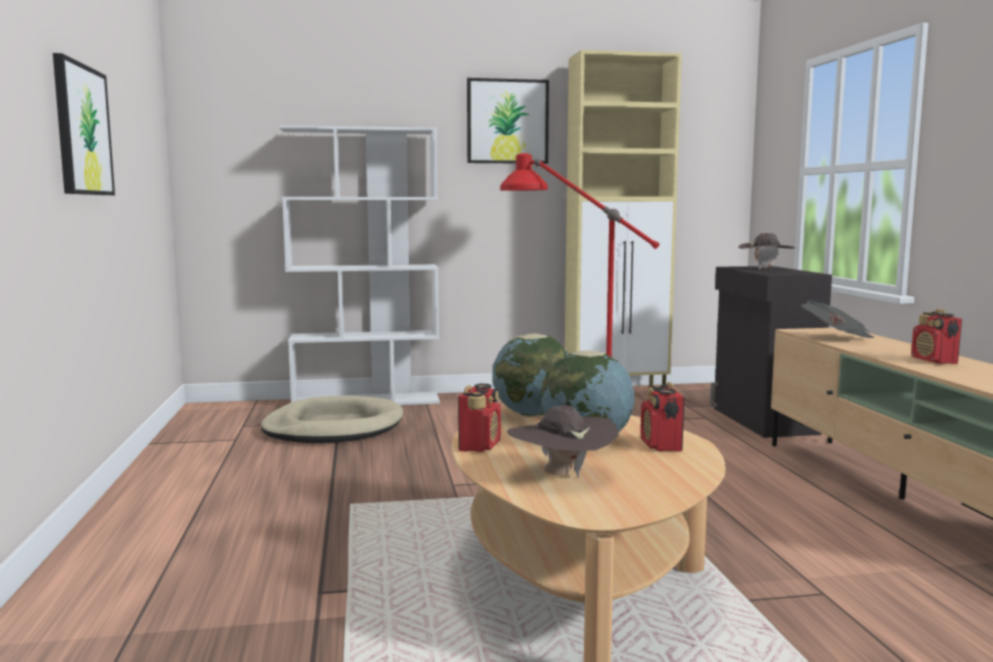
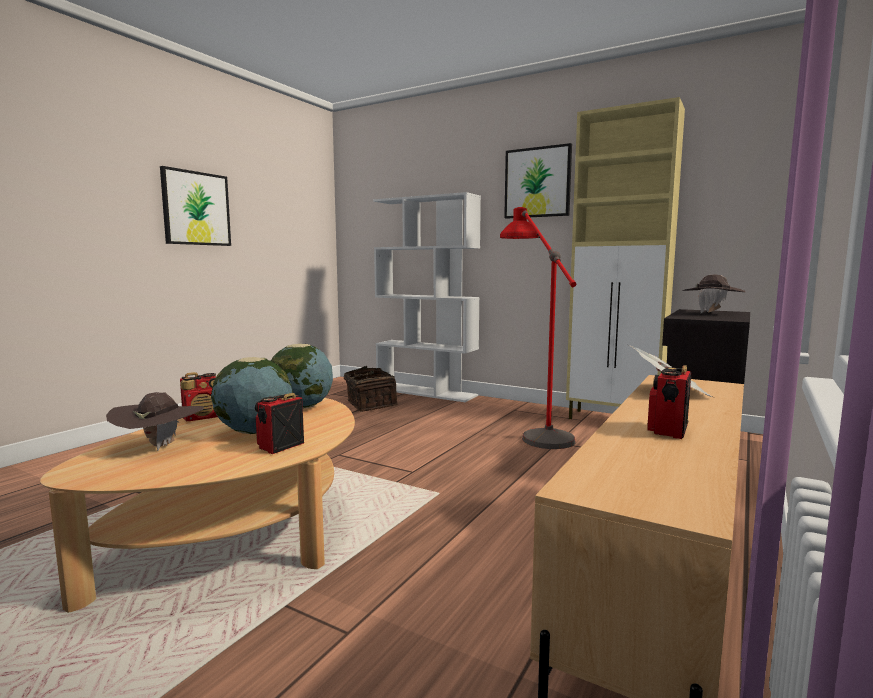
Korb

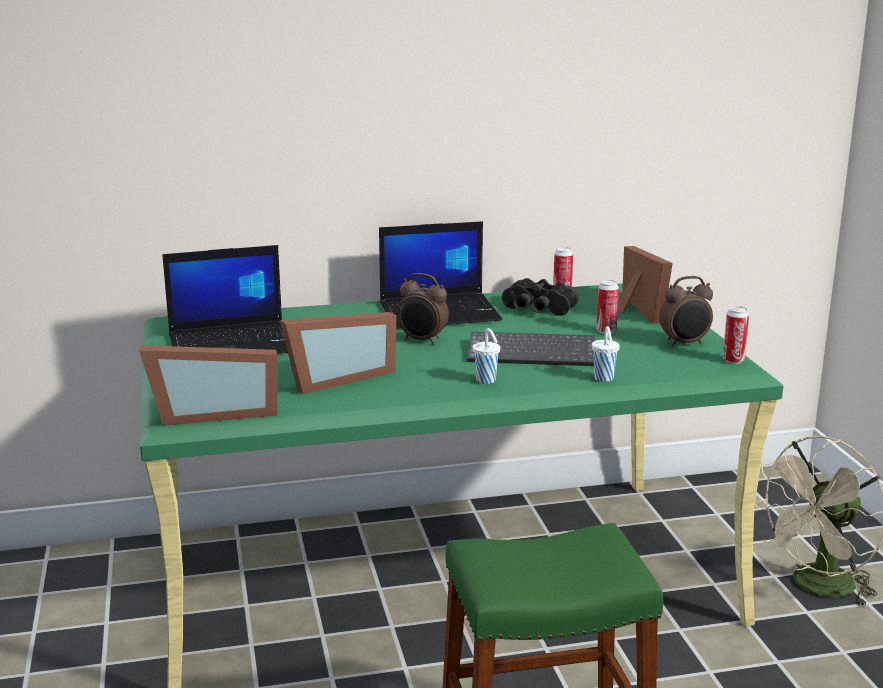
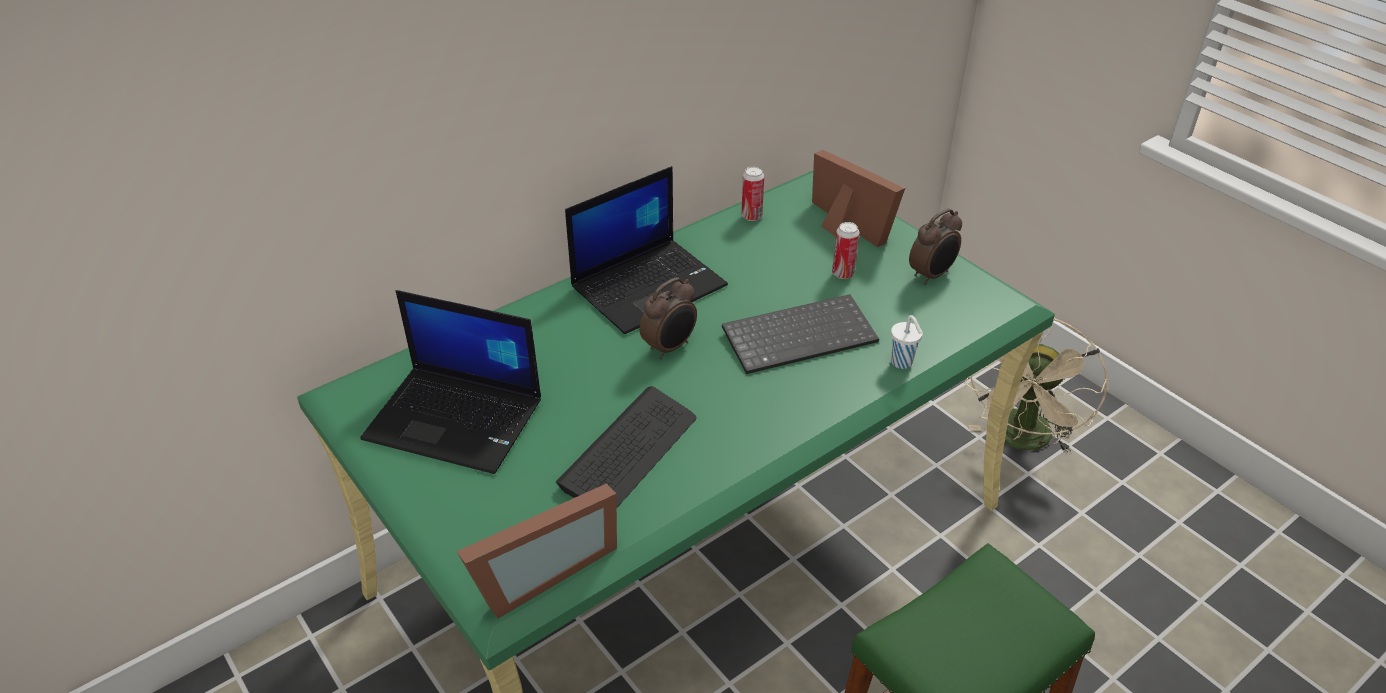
Tasse [weiß] (1st from left in the first image); Fernglas [schwarz]; Dose (3rd from left in the first image); Tastatur (1st from left); Laptop (1st from left); Wecker (1st from left)

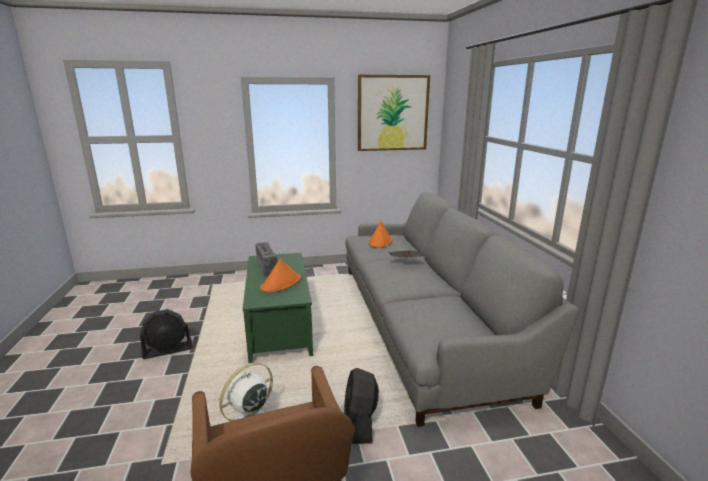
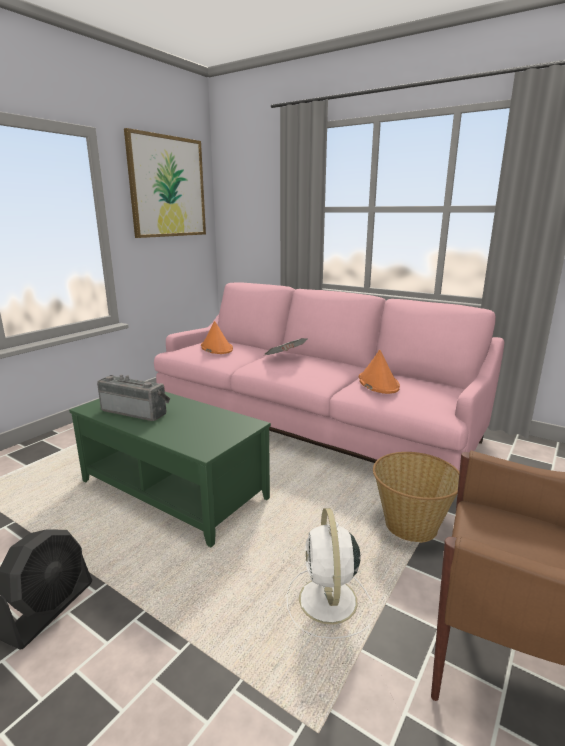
Hut [orange] (2nd from left); Korb; Sofa [rosa]

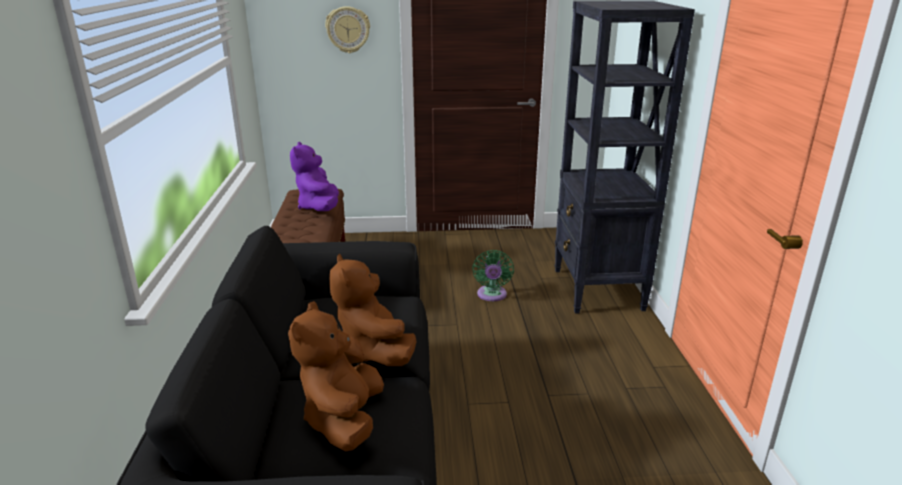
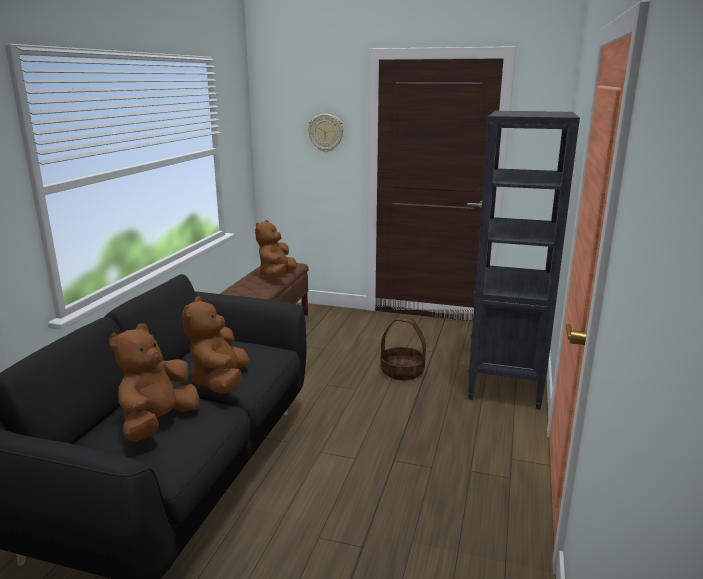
Korb; Plüschtier [braun] (3rd from left)

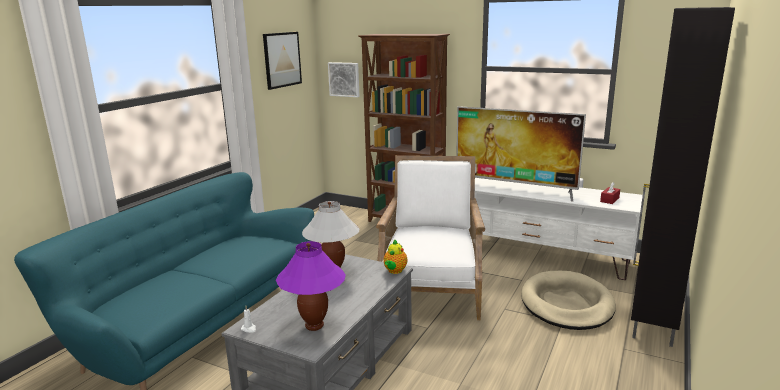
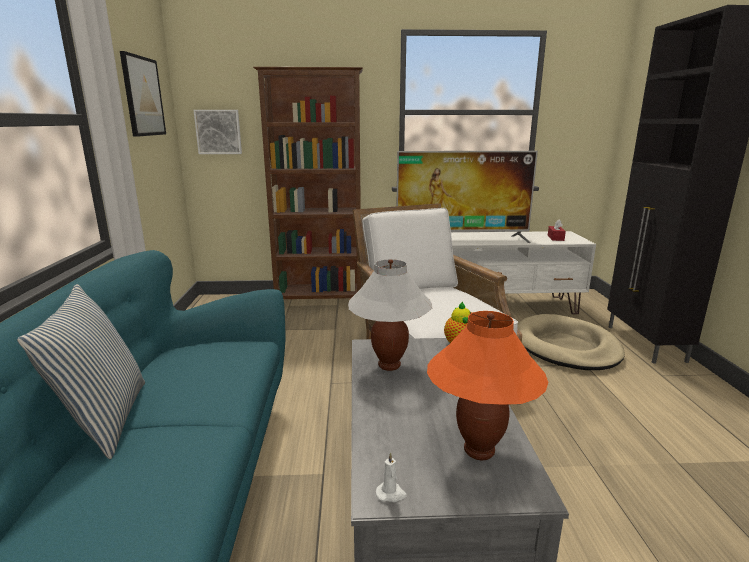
Kissen; Tischlampe [orange]

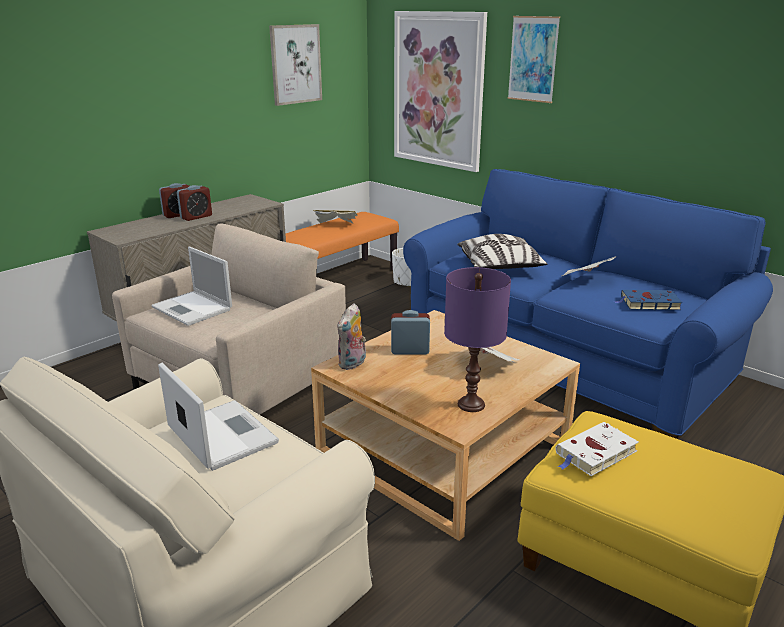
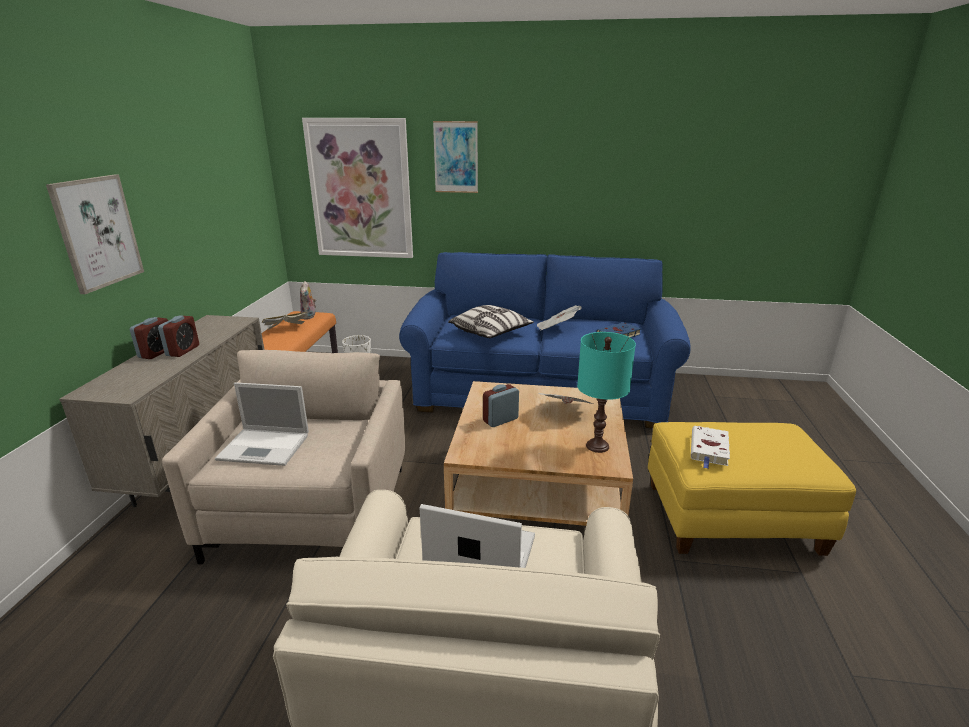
Bild (1st from left); Plüschtier; Tischlampe [türkis]

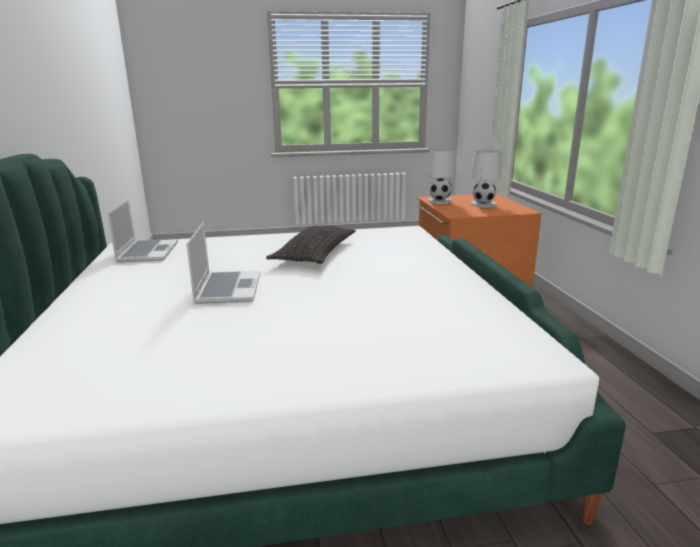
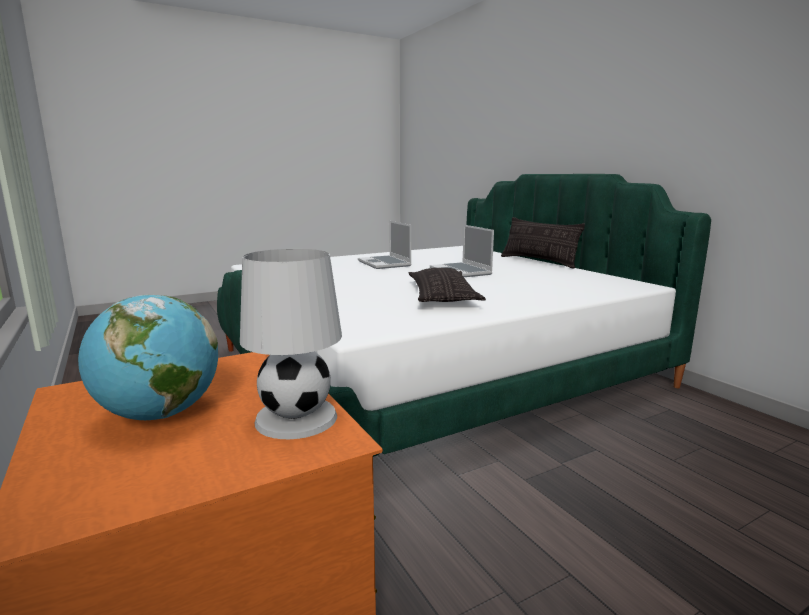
Kissen (2nd from left); Laptop (1st from left); Globus

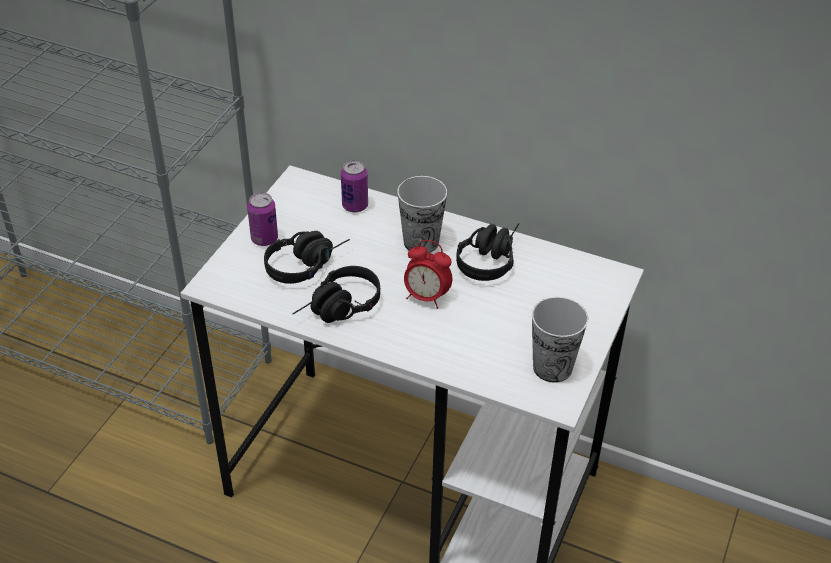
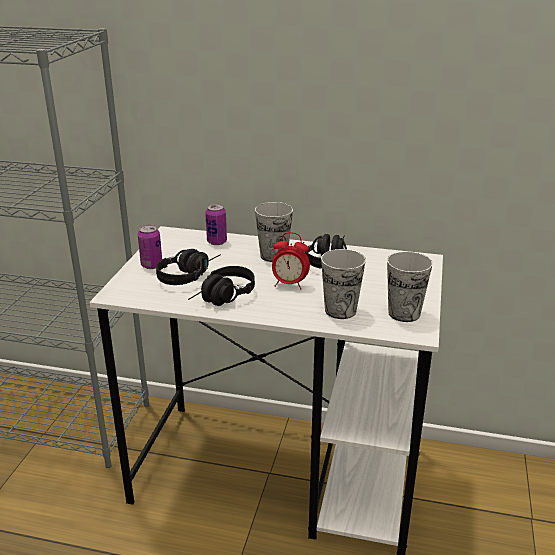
Tasse (2nd from left)

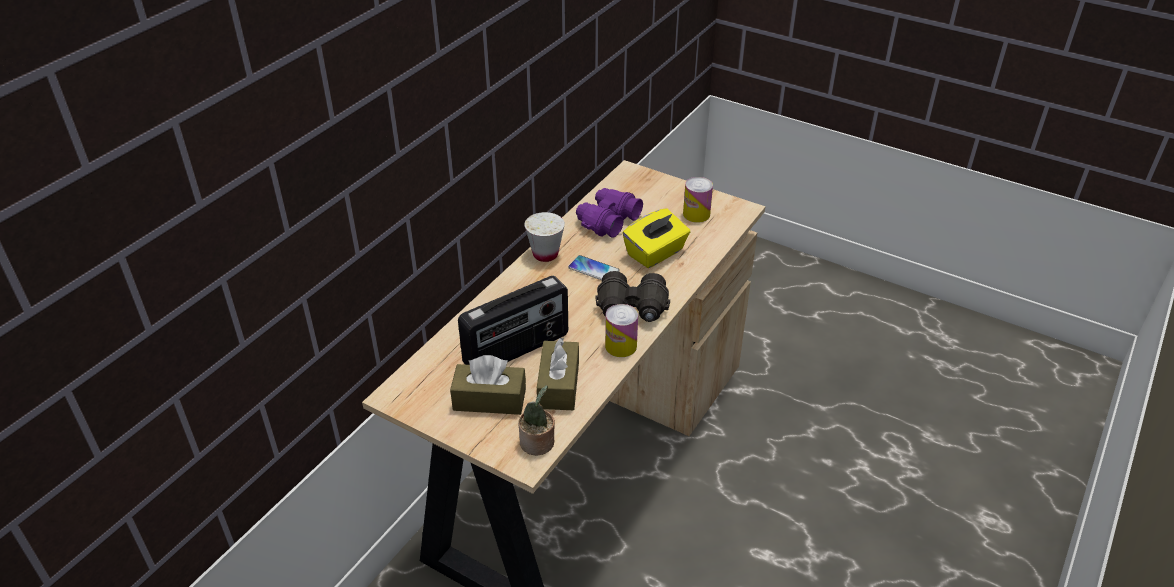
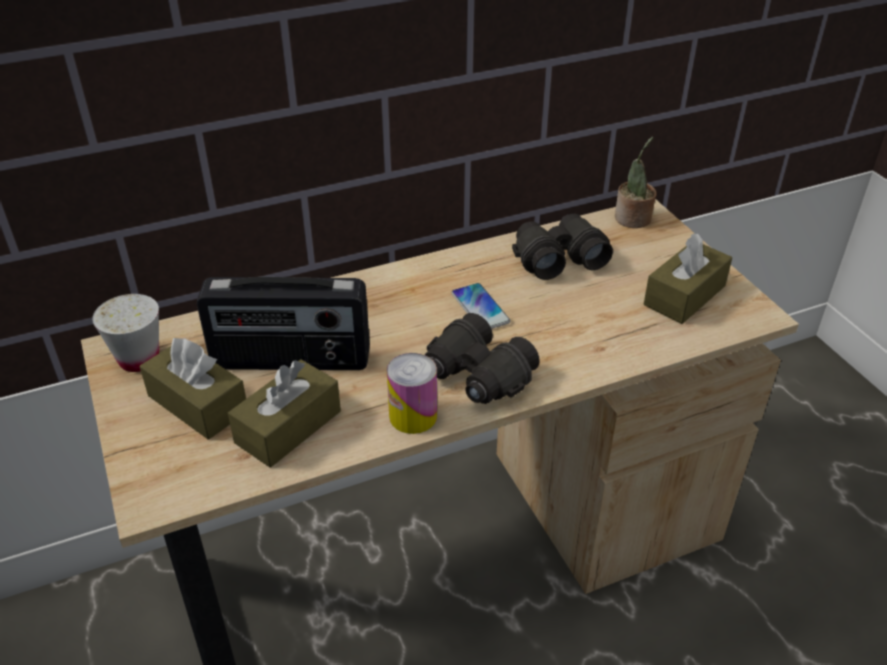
Taschentuchbox [gelb]; Topfpflanze; Tasse [weiß]; Taschentuchbox [braun] (3rd from left); Fernglas [schwarz] (2nd from left)

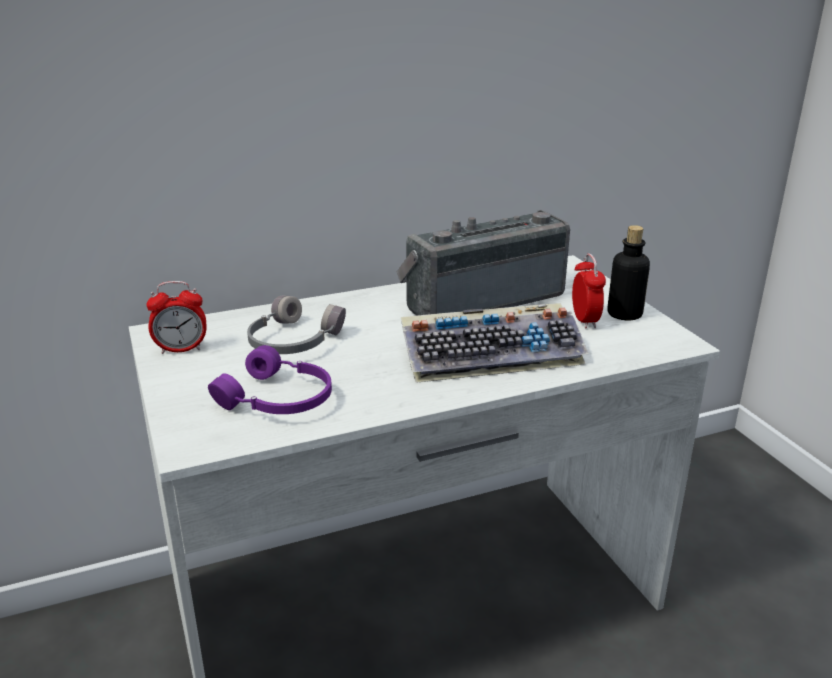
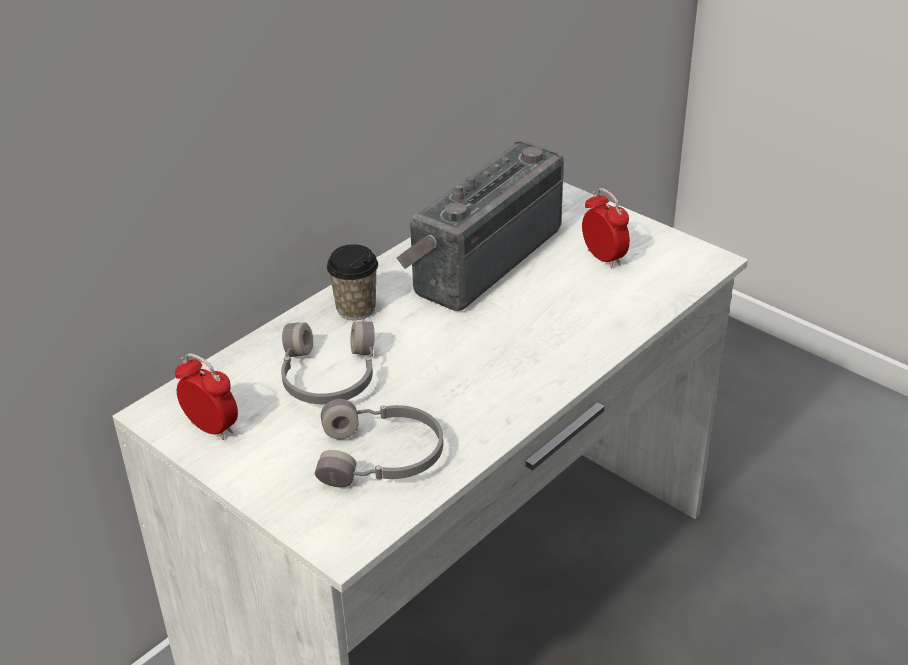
Tastatur; Flasche; Tasse; Kopfhörer [grau] (2nd from left); Wecker (1st from left)

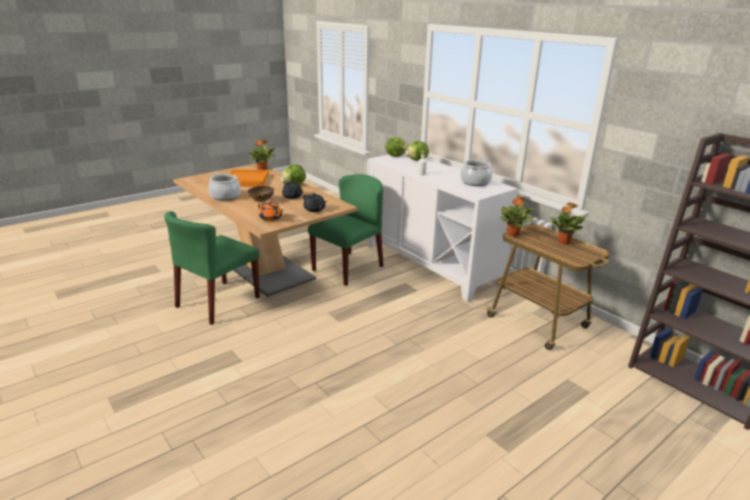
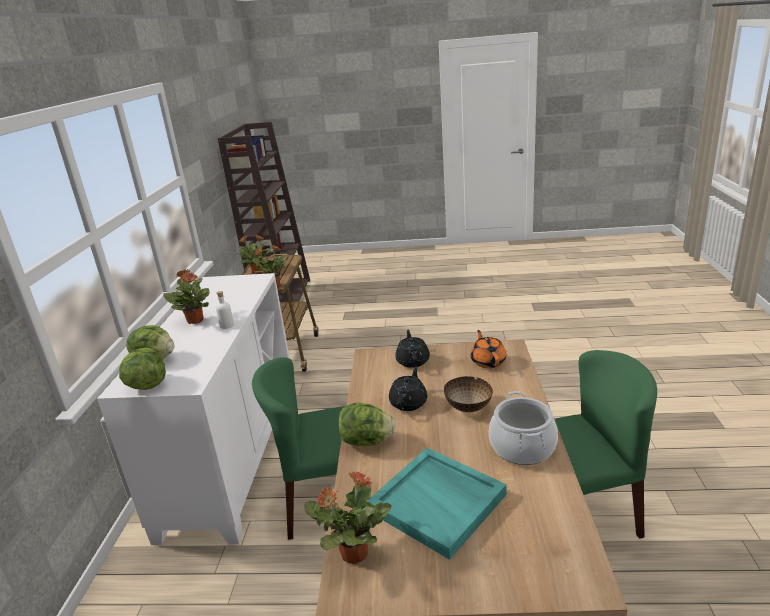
Kochtopf (2nd from left in the first image); Topfpflanze (1st from left); Tablett [türkis]

